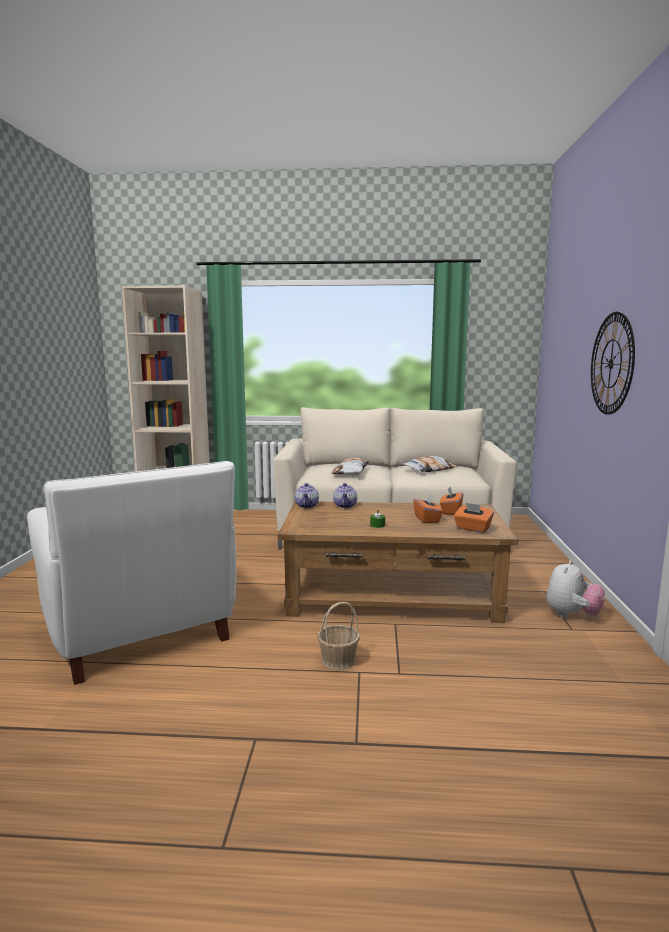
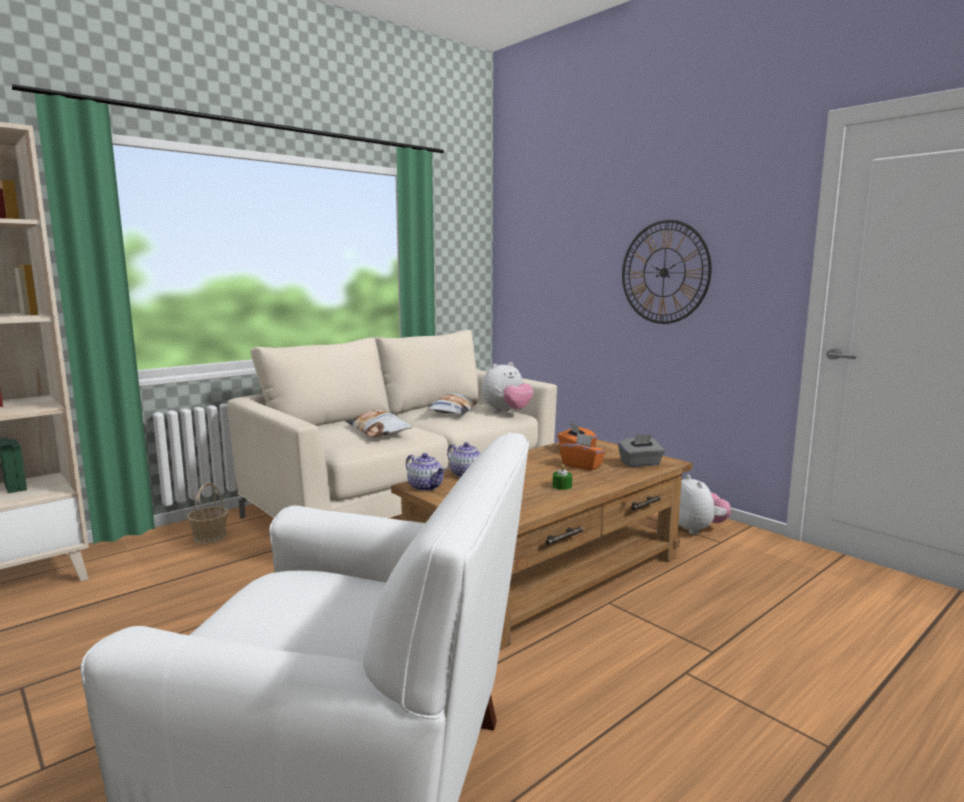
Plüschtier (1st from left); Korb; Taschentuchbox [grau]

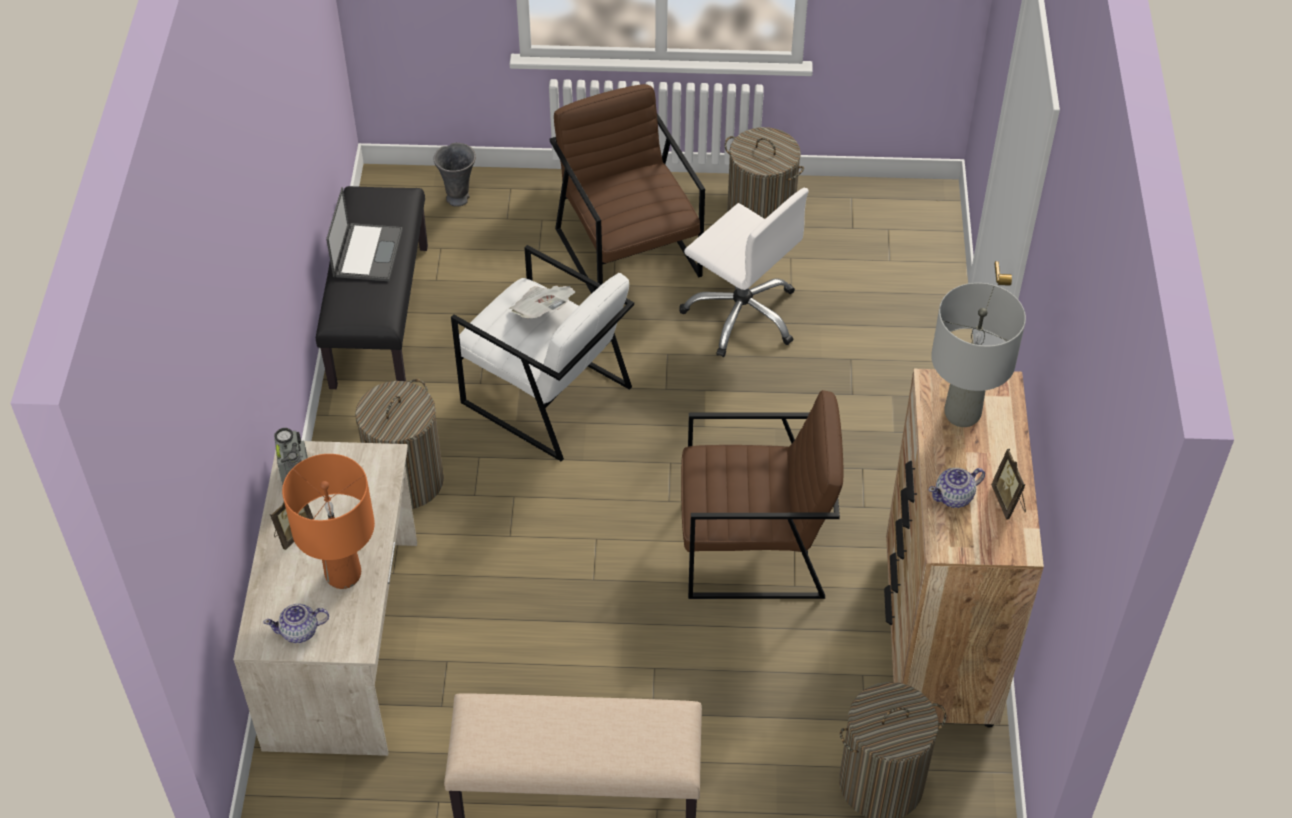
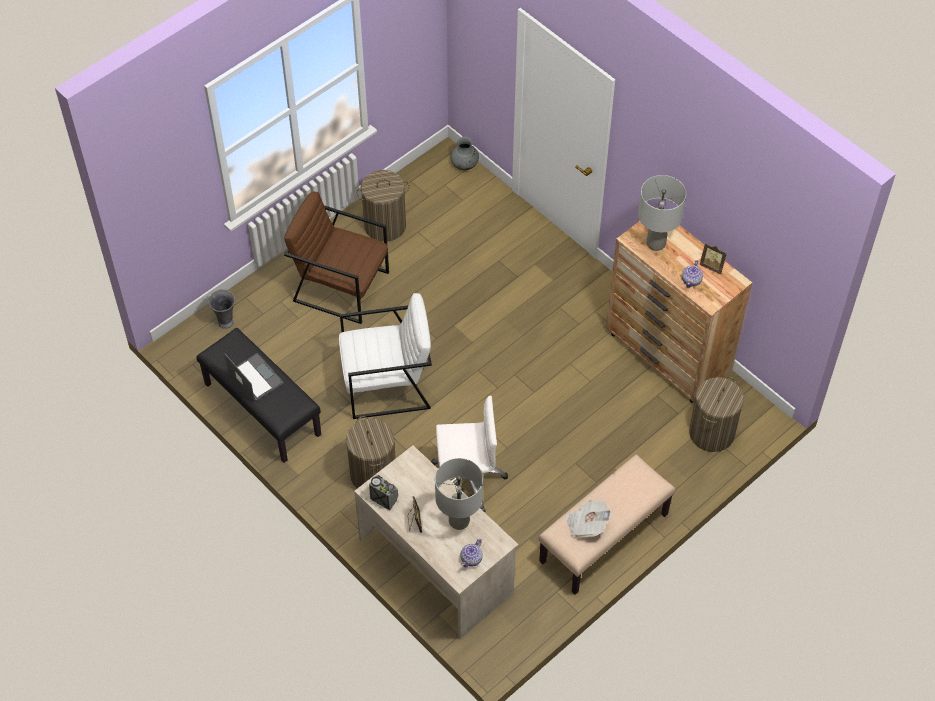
Sessel [braun] (2nd from left in the first image); Vase [grau] (2nd from left); Zeitung; Bürostuhl [weiß]; Tischlampe [grau] (1st from left)

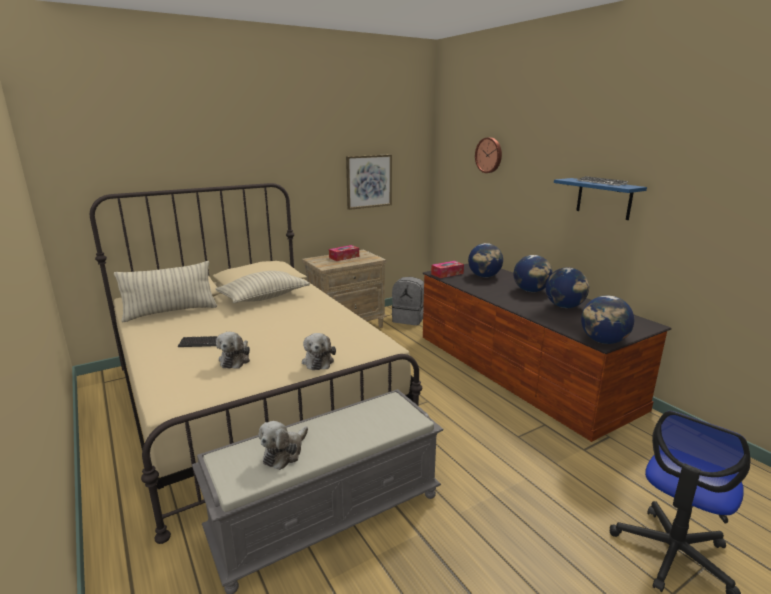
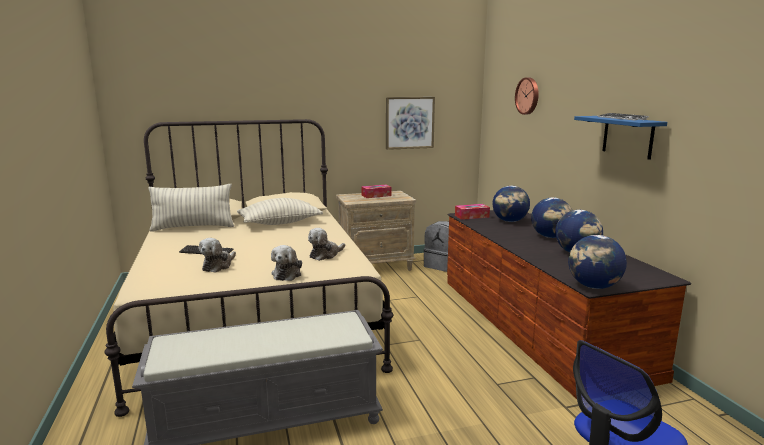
Plüschtier (3rd from left)

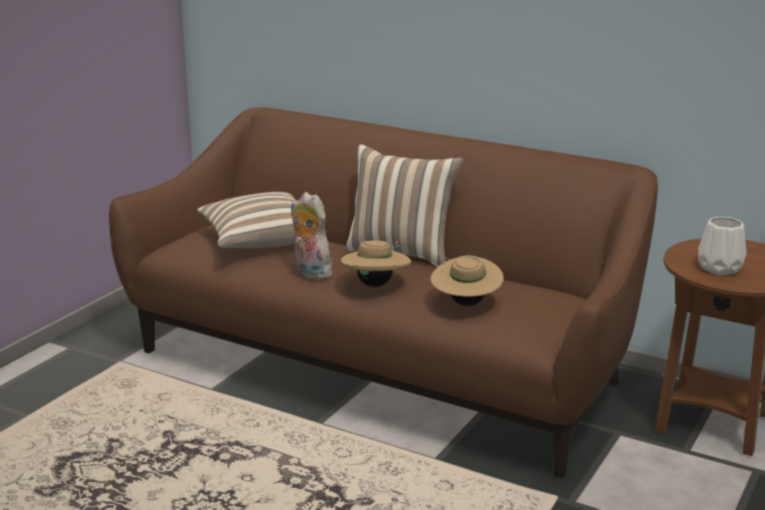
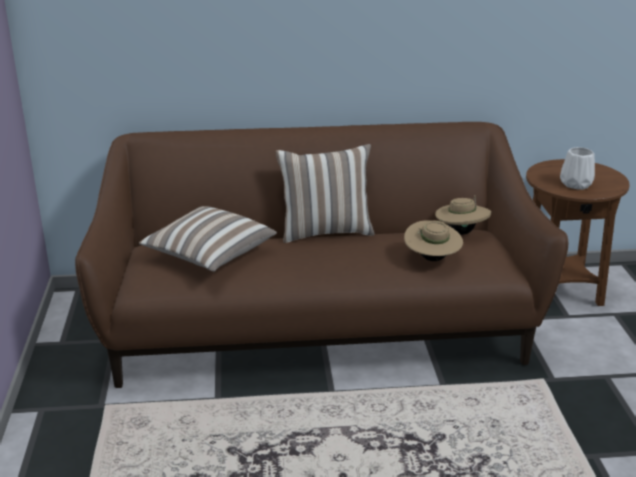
Plüschtier; Hut [beige] (2nd from left)

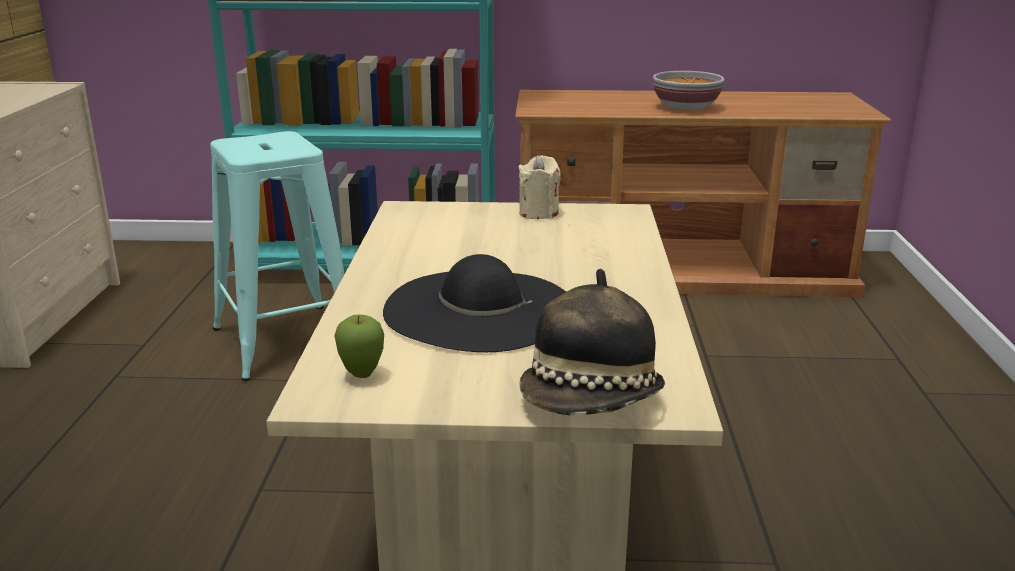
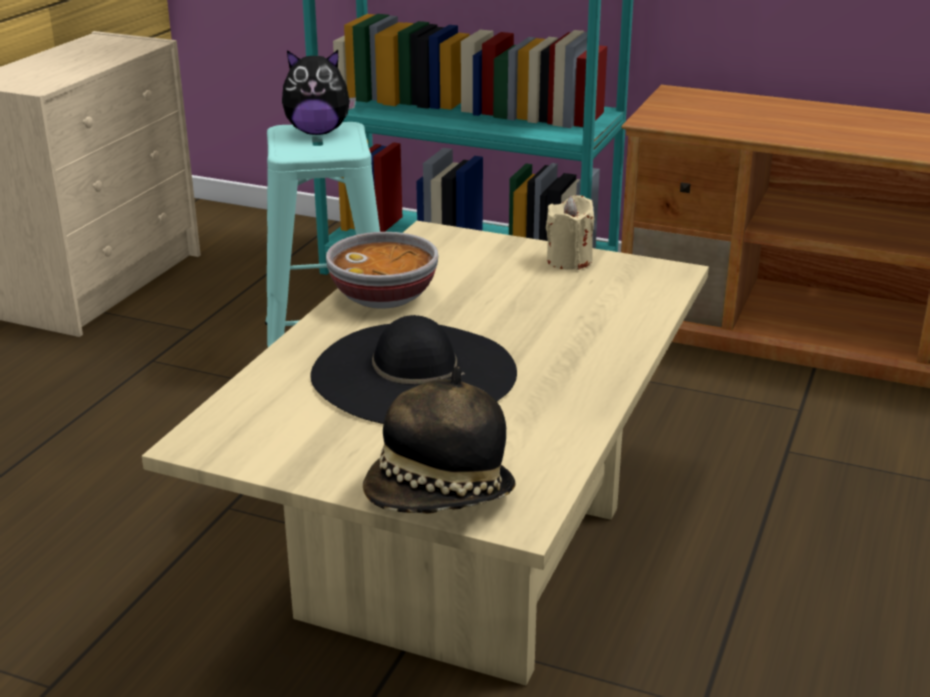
Apfel; Plüschtier; Schüssel

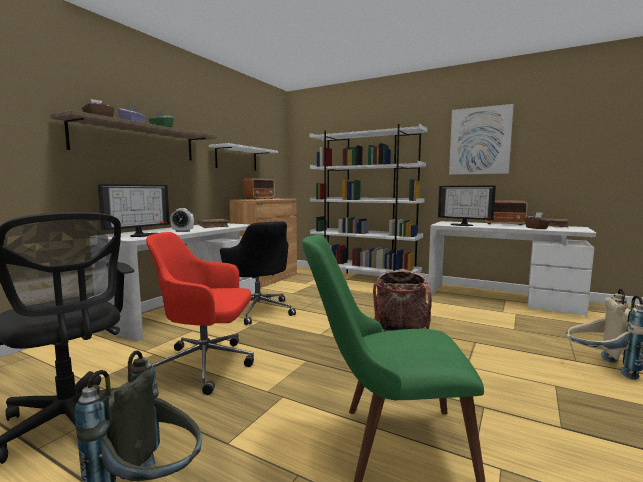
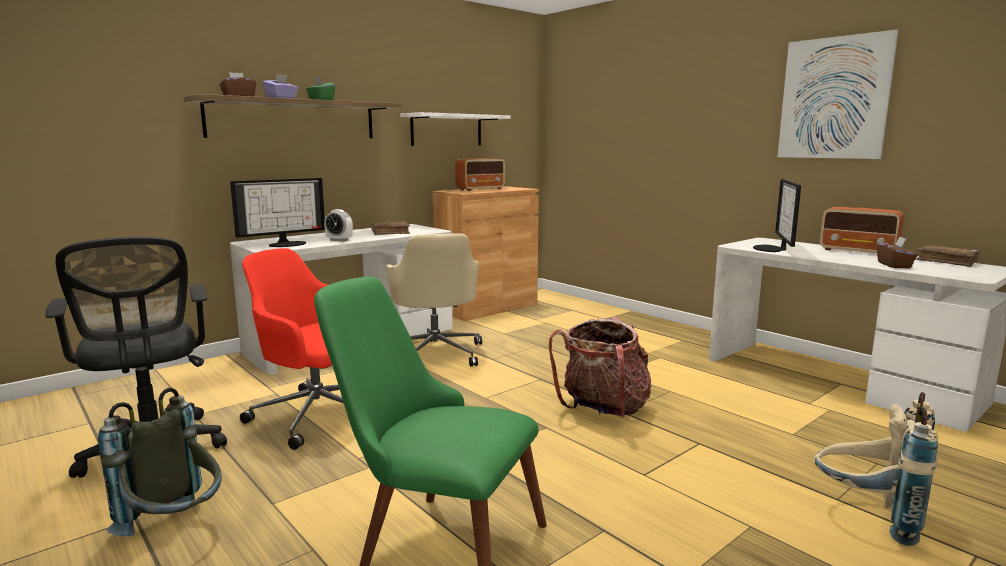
Bücherregal [weiß]; Bürostuhl [beige]; Monitor (2nd from left)

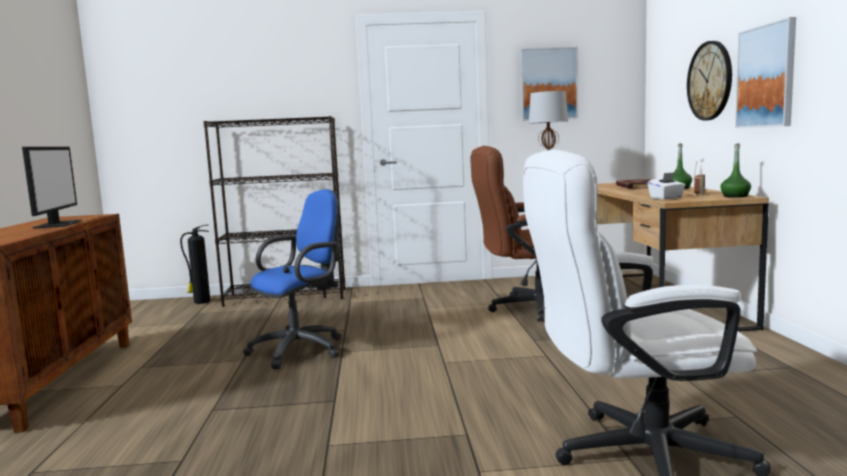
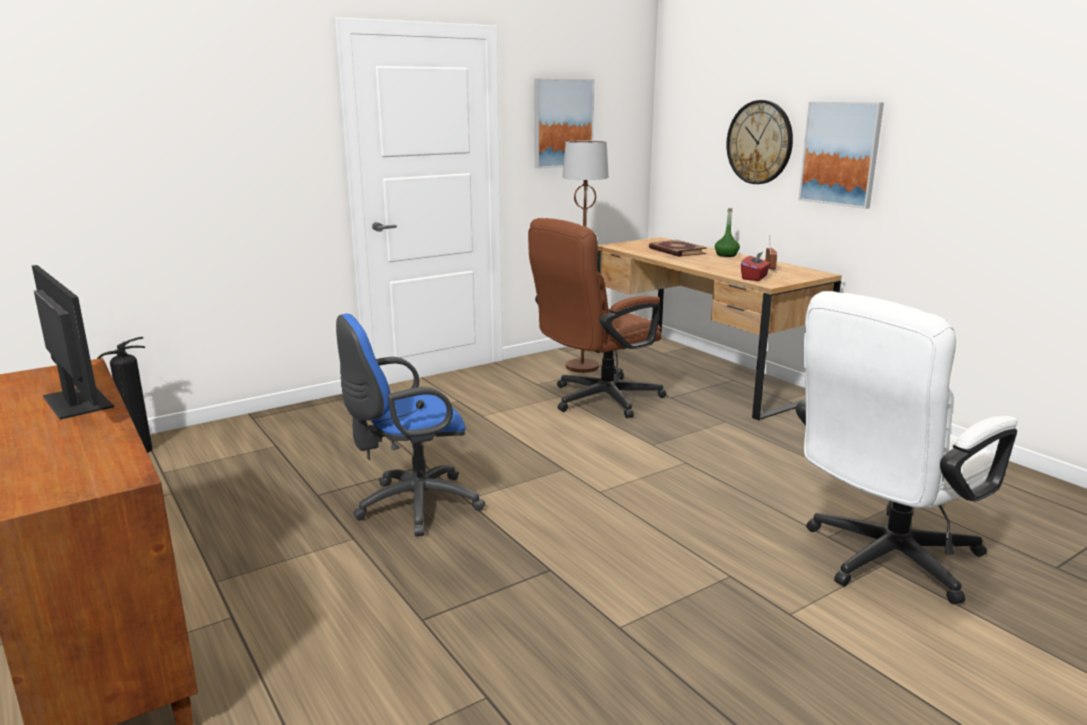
Bücherregal [schwarz]; Flasche [grün] (2nd from left in the first image); Taschentuchbox [rot]; Bürostuhl [blau]

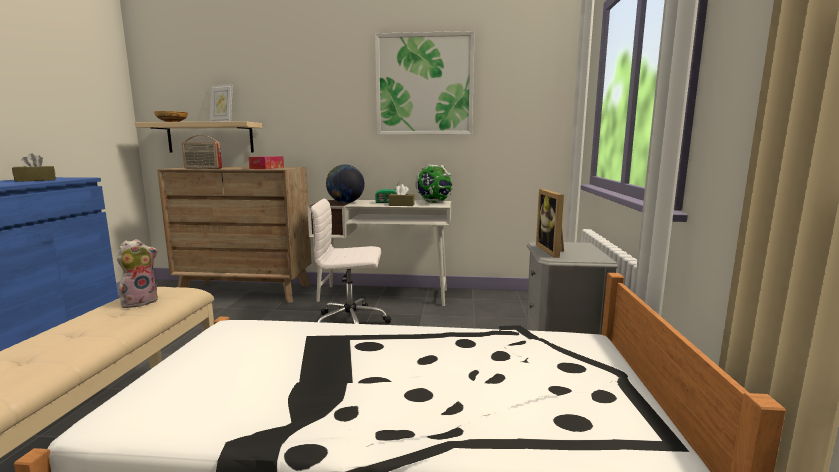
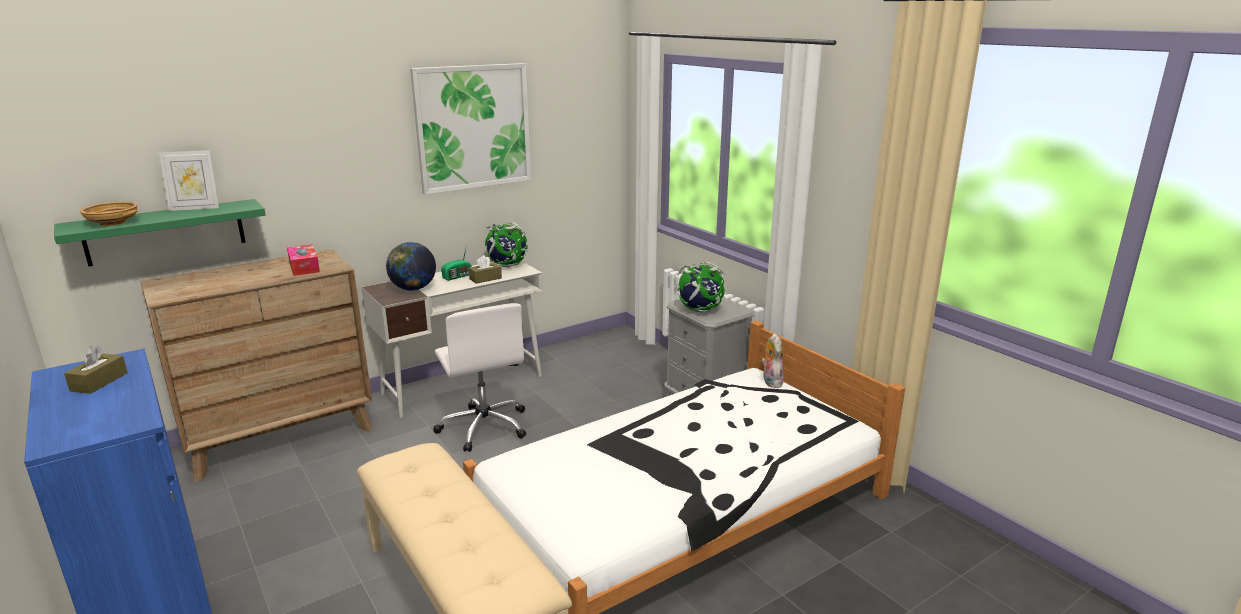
Radio (1st from left in the first image); Plüschtier; Globus (3rd from left); Wandregal [grün]; Bürostuhl [weiß]

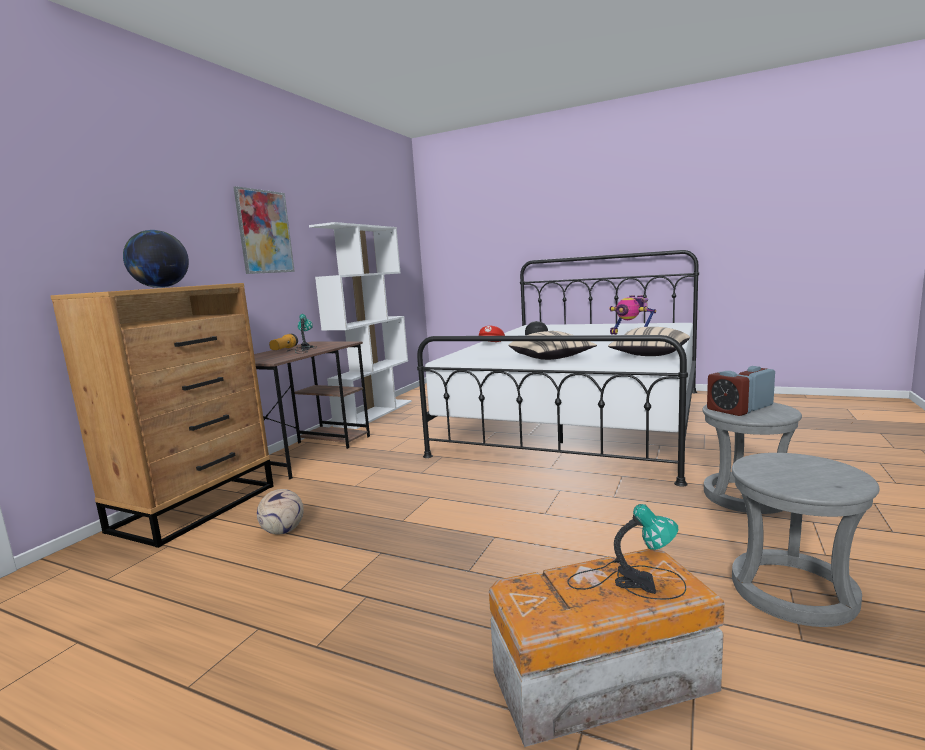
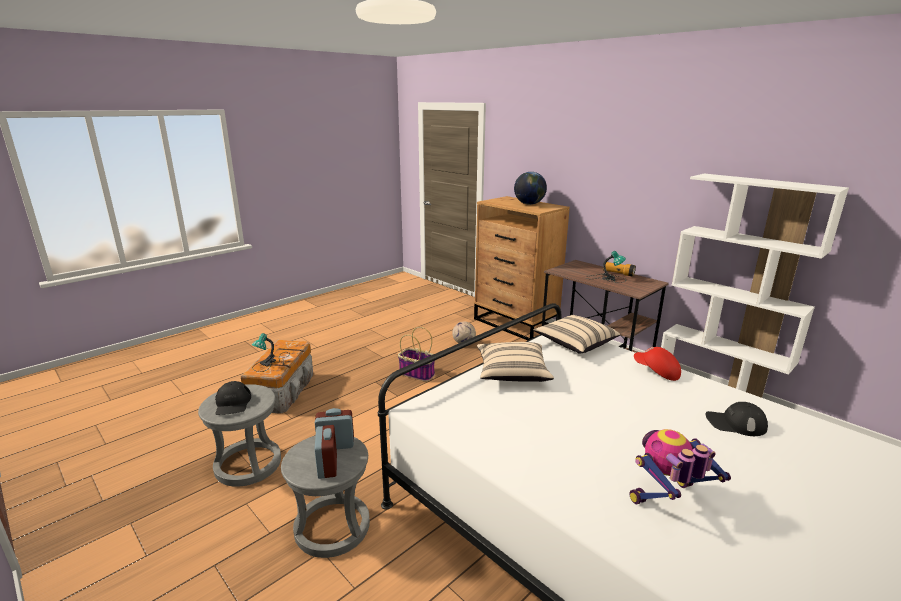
Bild; Kappe [schwarz] (1st from left); Korb; Kissen [beige] (2nd from left)

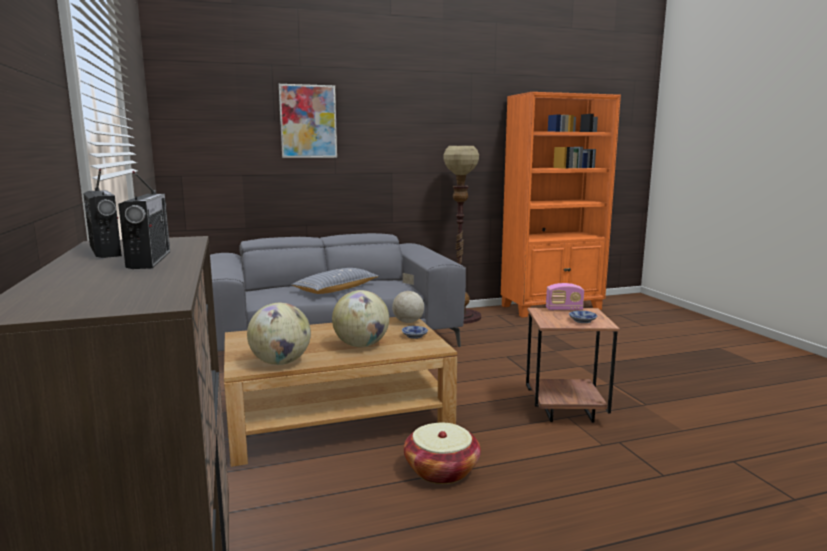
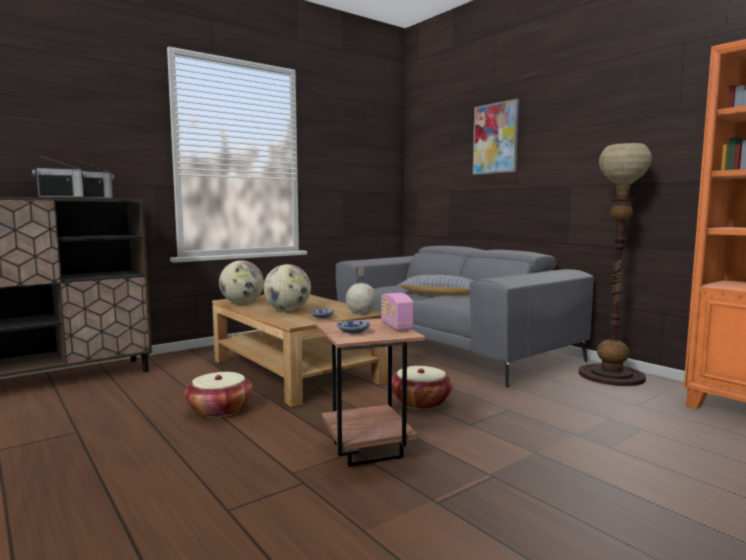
Korb (2nd from left)

